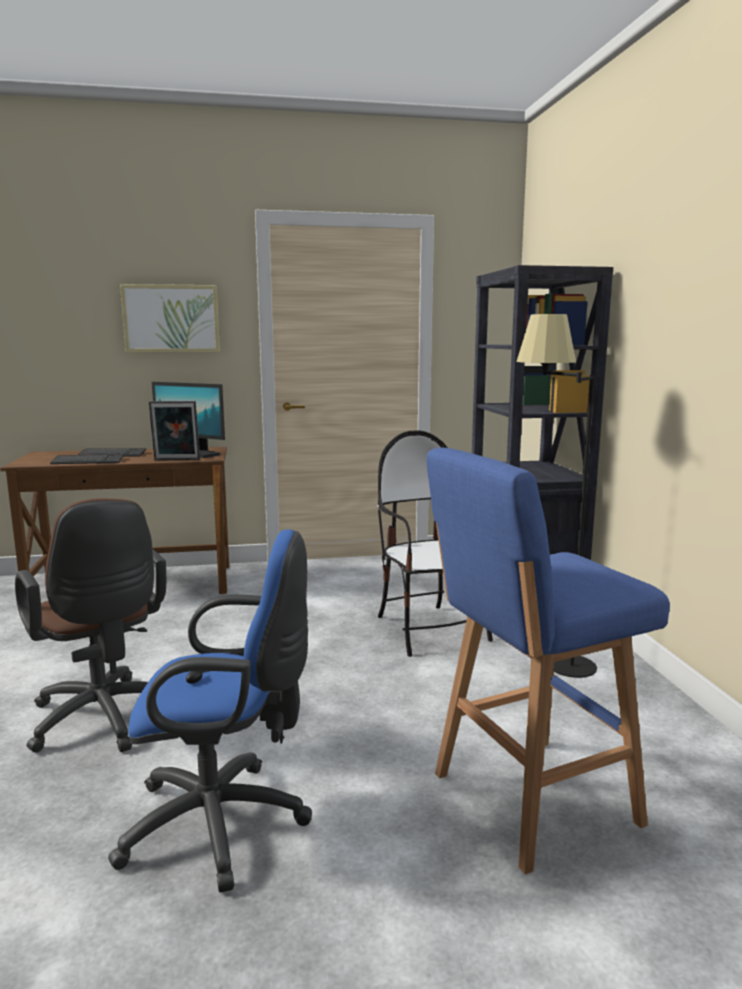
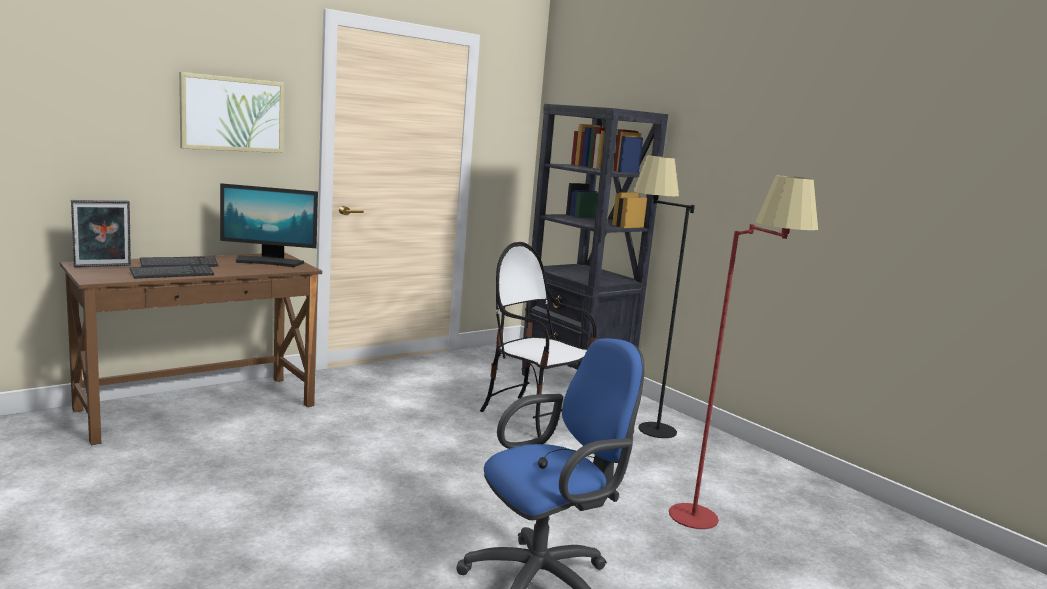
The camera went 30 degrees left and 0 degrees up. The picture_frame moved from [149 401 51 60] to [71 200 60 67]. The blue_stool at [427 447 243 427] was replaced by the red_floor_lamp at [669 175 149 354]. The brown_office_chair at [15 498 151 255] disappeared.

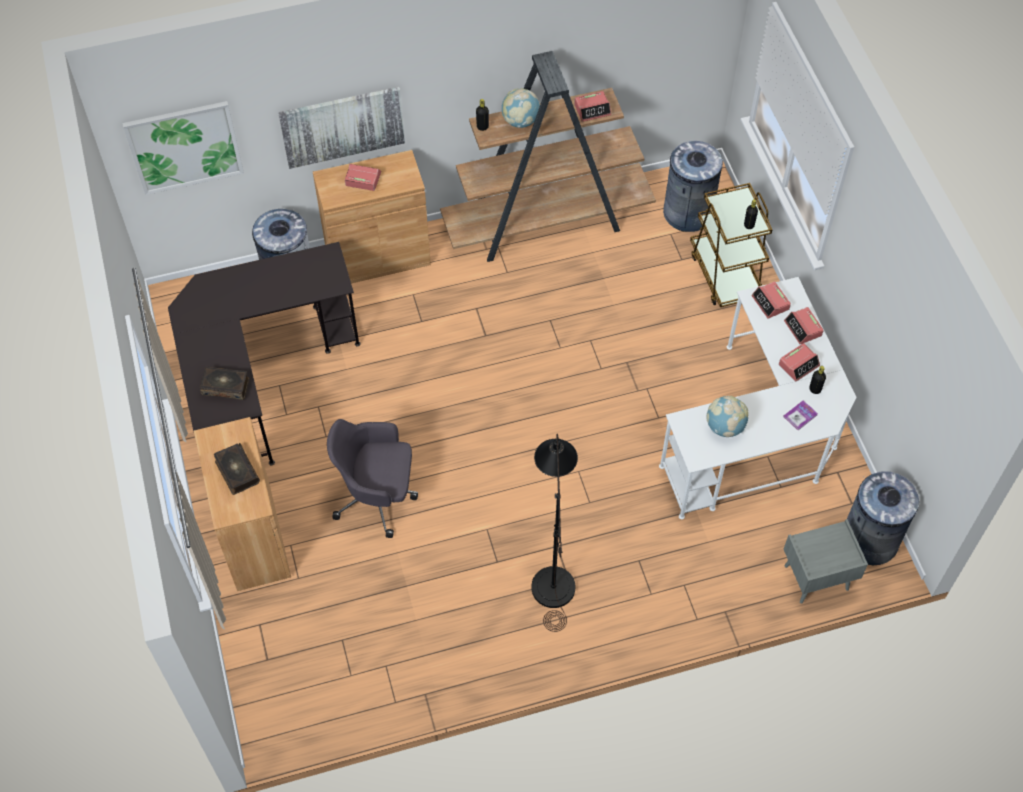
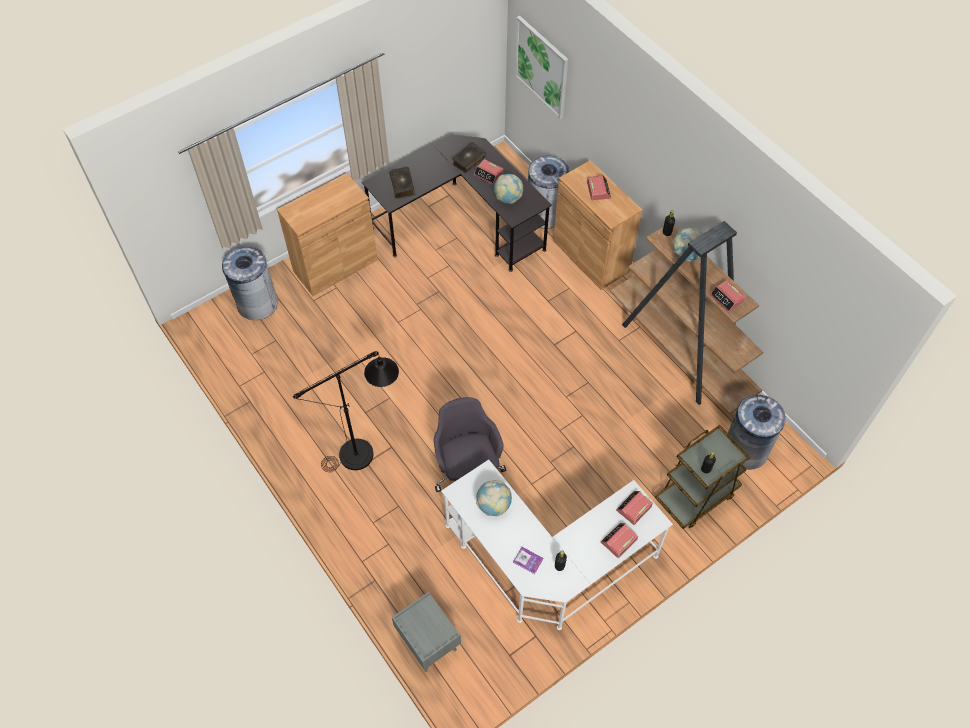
The camera went 70 degrees right and 0 degrees up. The picture at [278 87 127 82] disappeared. The alarm_clock moved from [779 343 41 38] to [474 159 29 26]. The grey_office_chair moved from [327 419 91 119] to [434 397 72 95]. The book moved from [214 443 46 52] to [452 142 35 31]. The grey_trash_can moved from [847 471 72 94] to [222 246 56 74]. The globe at [494 174 29 30] appeared.

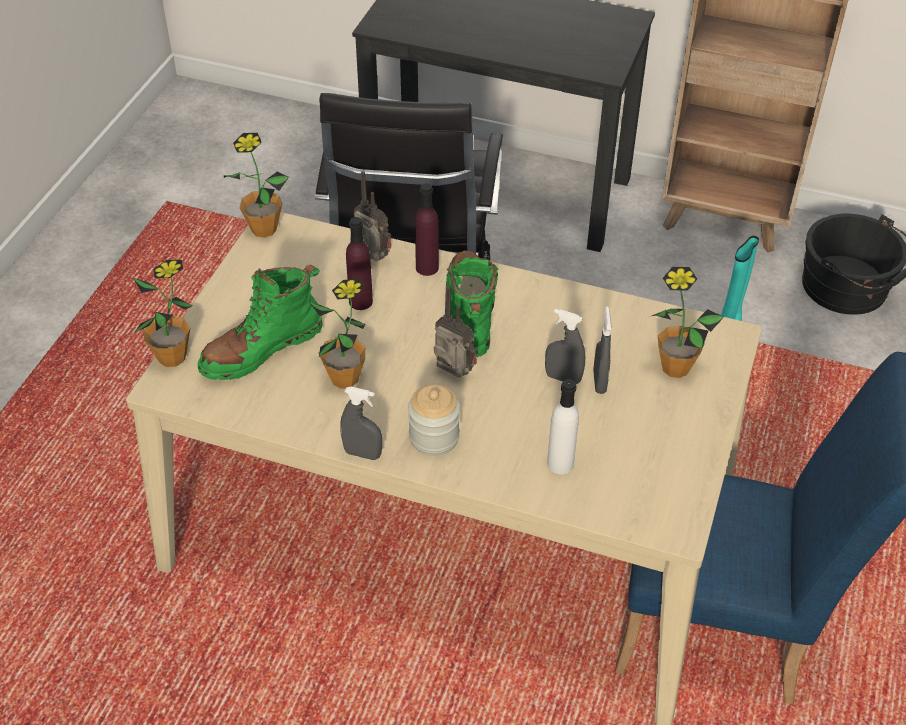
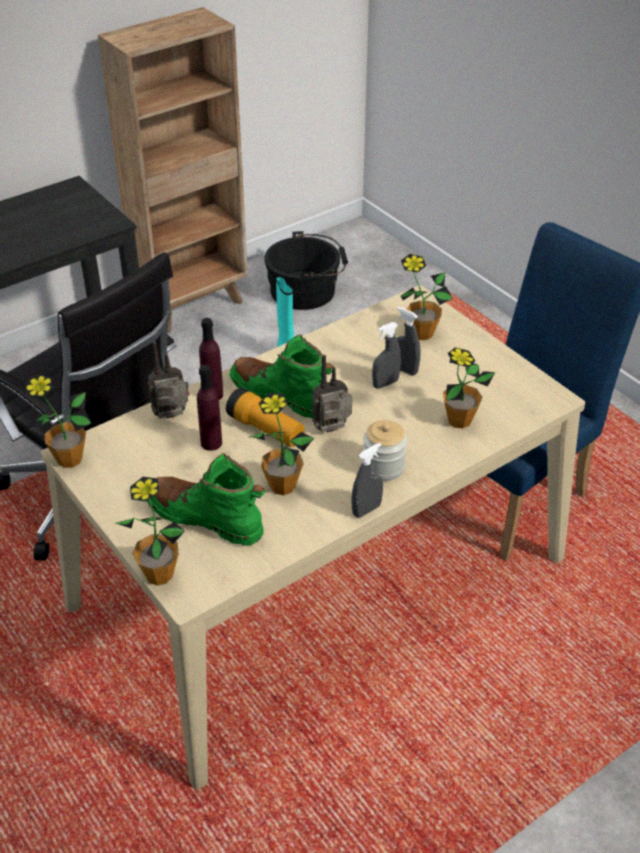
The camera went 55 degrees left and 5 degrees down. The green_boot at [198 265 125 115] turned 120 degrees clockwise. The white_bottle at [547 379 32 95] was replaced by the potted_plant at [443 347 52 81]. The flashlight at [226 388 78 59] appeared.

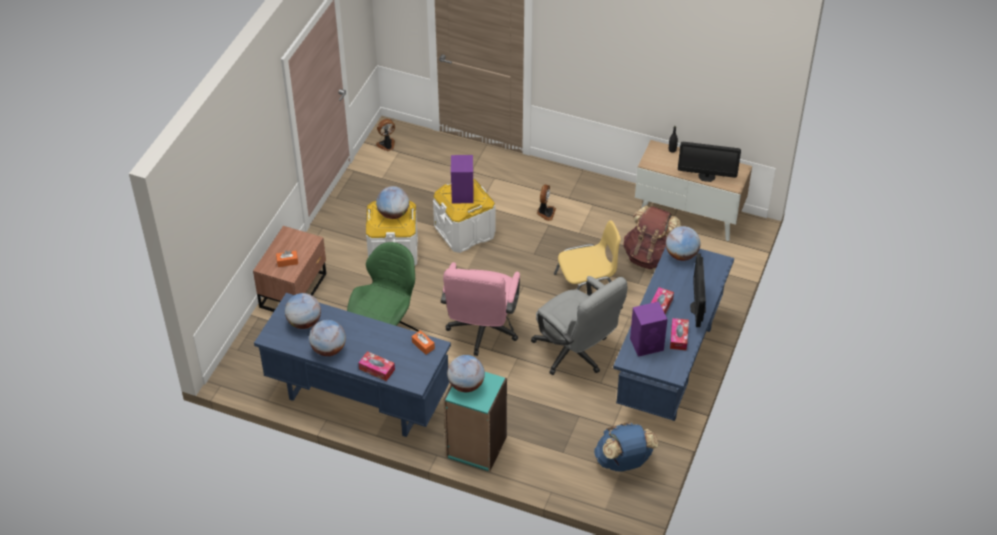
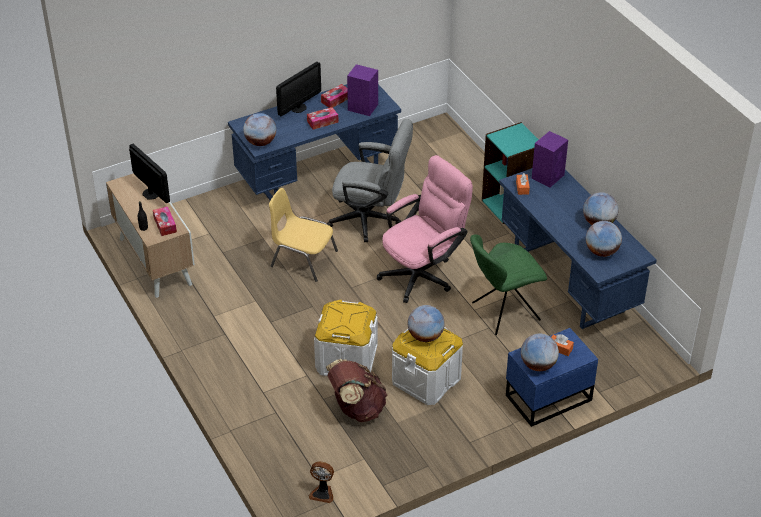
The camera went 140 degrees left and 5 degrees down. The purple_speaker moved from [451 155 22 48] to [532 131 36 56]. The fan at [537 185 19 36] disappeared. The brown_backpack moved from [623 206 58 63] to [326 359 62 63]. The brown_nightstand at [253 226 73 86] became the blue_nightstand at [506 328 92 99]. The grey_office_chair at [531 276 97 99] turned 105 degrees clockwise. The tissue_box moved from [359 351 36 30] to [153 206 24 30]. The globe moved from [447 355 38 37] to [521 333 38 38]. The blue_backpack at [594 422 65 50] disappeared.

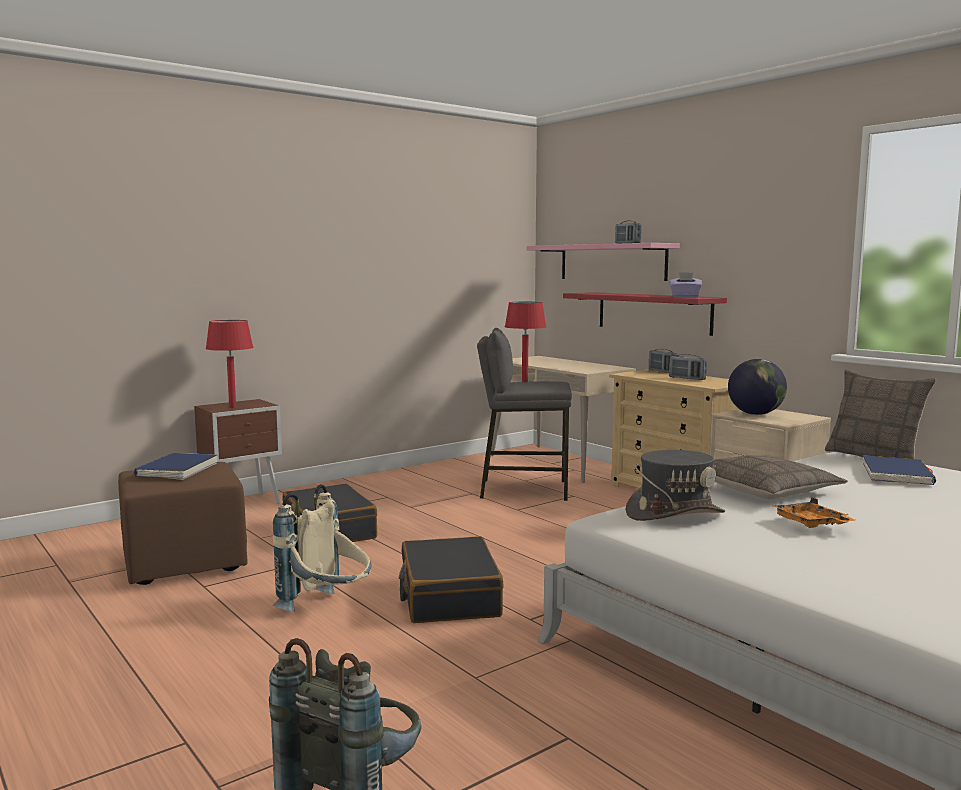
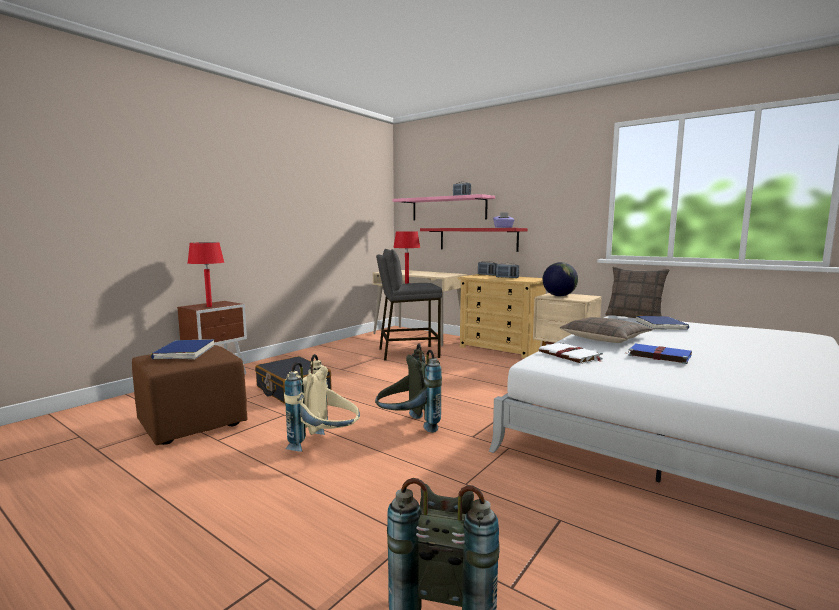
The camera went 15 degrees left and 0 degrees up. The grey_hat at [626 450 99 71] was replaced by the white_book at [539 342 64 22]. The orange_tray at [773 498 82 30] was replaced by the blue_book at [625 344 67 20]. The black_suitcase at [399 536 105 87] was replaced by the grey_backpack at [375 344 67 89].

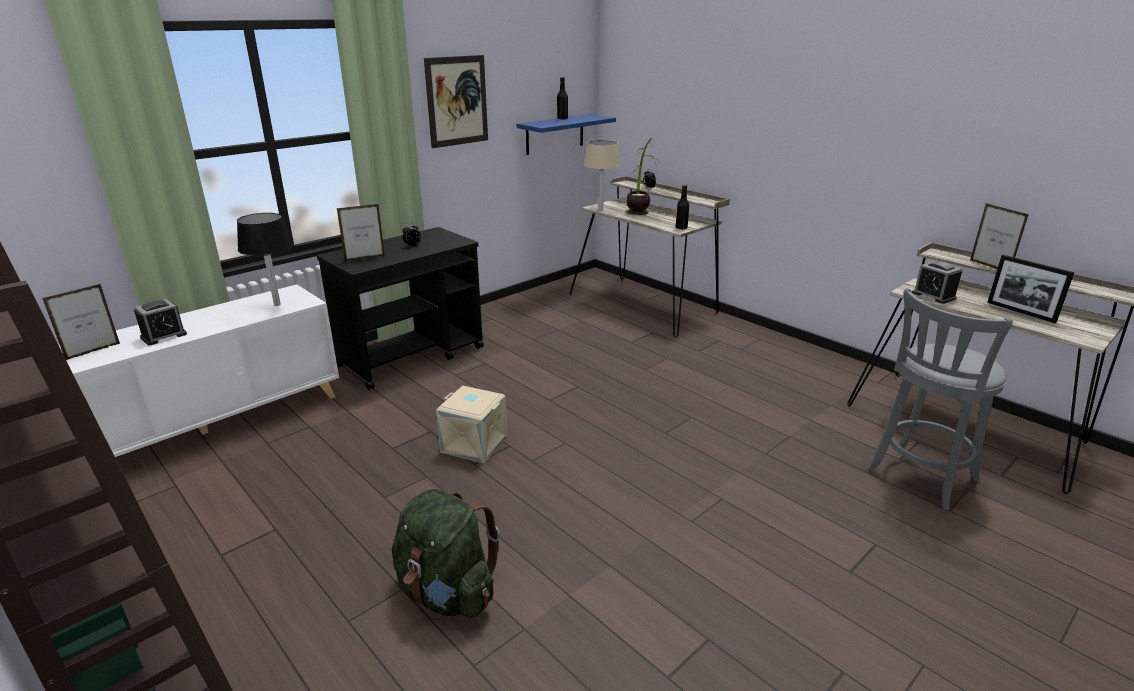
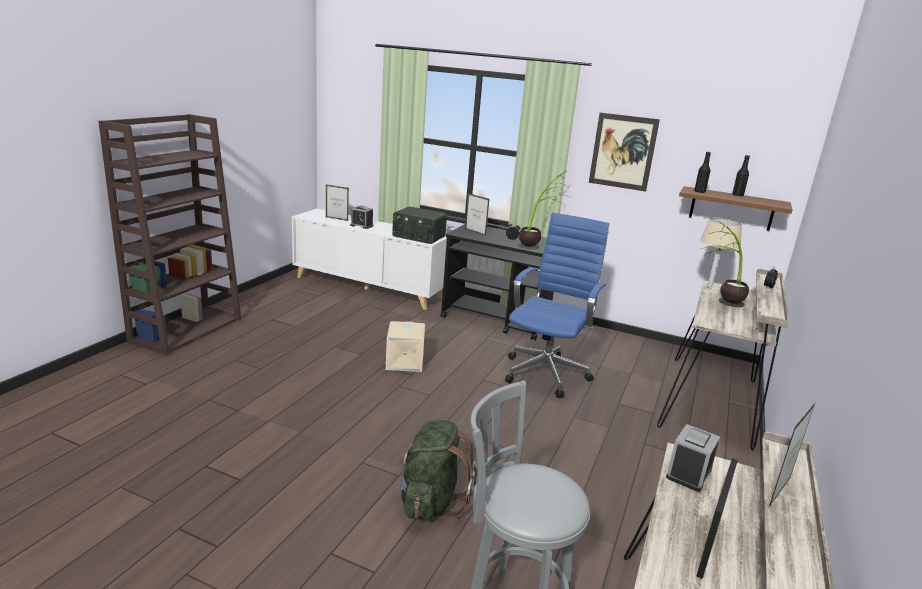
The camera went 65 degrees right and 5 degrees down. The blue_shelf at [517 114 99 41] became the brown_shelf at [679 186 114 45]. The black_bottle moved from [676 185 13 45] to [694 152 17 41]. The black_table_lamp at [237 213 55 93] was replaced by the radio at [392 206 55 38]. The green_backpack moved from [392 489 108 129] to [397 420 80 101]. The potted_plant at [518 171 53 78] appeared. The blue_office_chair at [505 212 104 186] appeared.

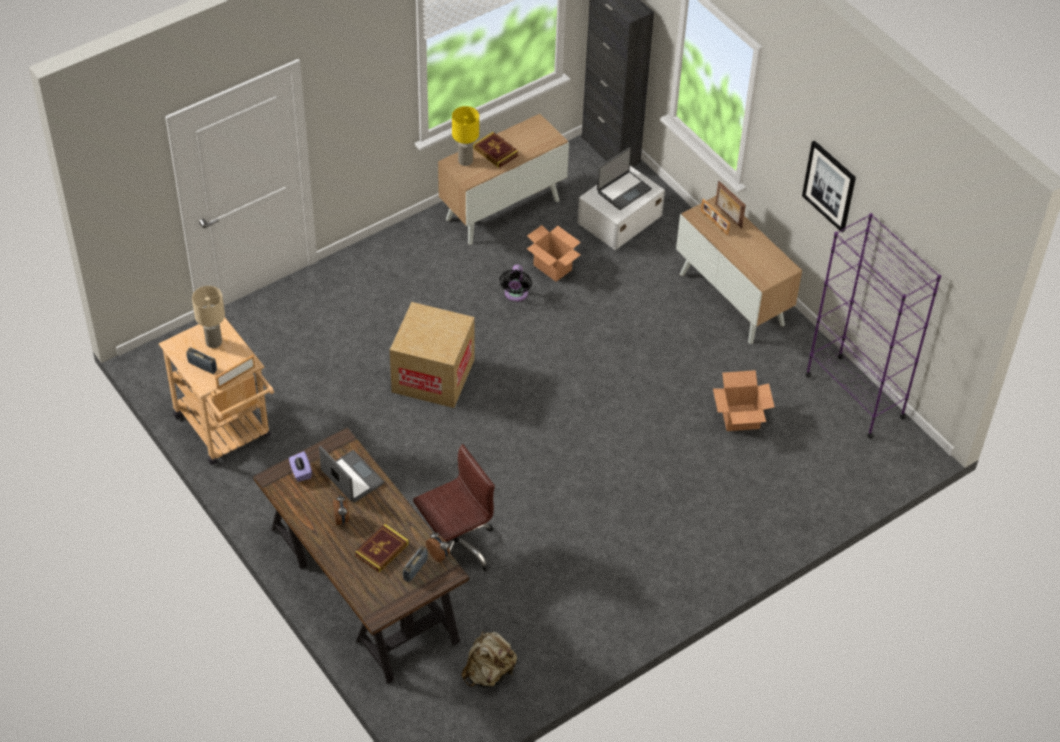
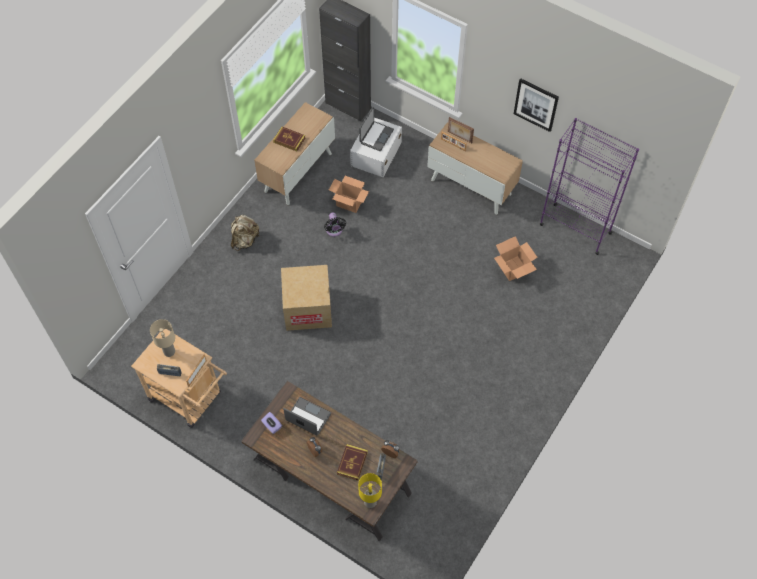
The camera went 20 degrees left and 10 degrees up. The yellow_table_lamp moved from [452 106 27 60] to [358 473 24 35]. The brown_office_chair at [413 444 82 127] disappeared. The beige_backpack moved from [461 631 56 56] to [231 215 29 36].

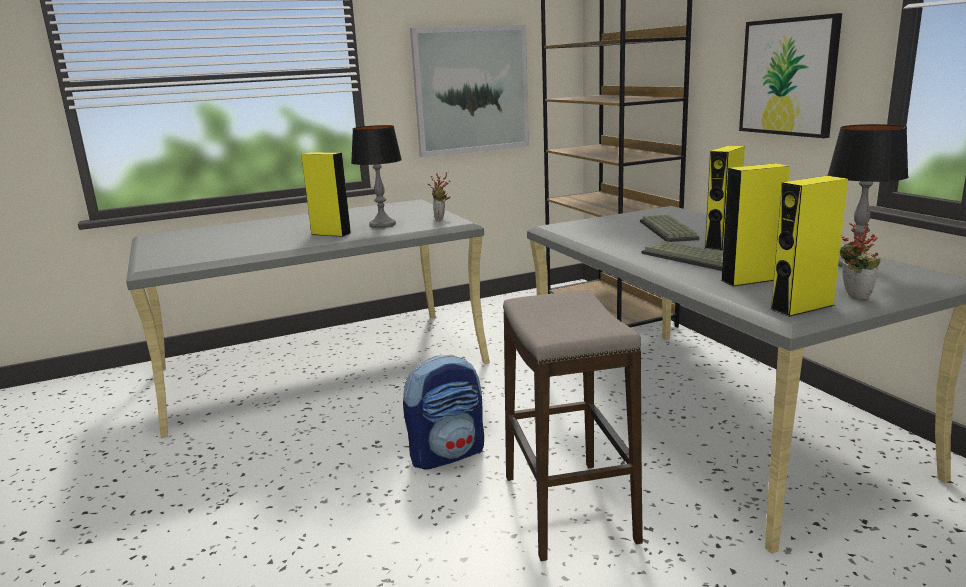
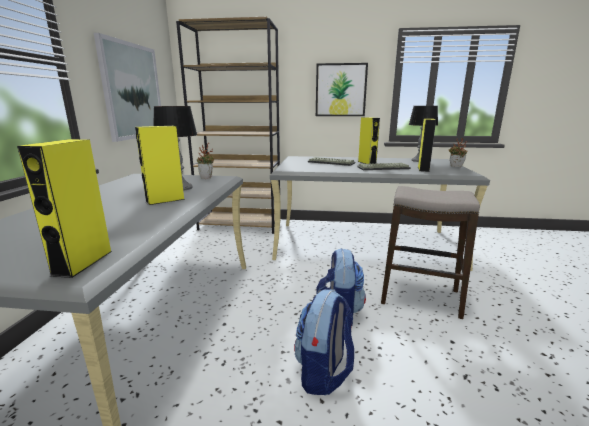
The camera went 60 degrees left and 0 degrees up. The yellow_speaker moved from [770 176 78 141] to [17 139 95 139]. The backpack at [294 289 60 106] appeared.

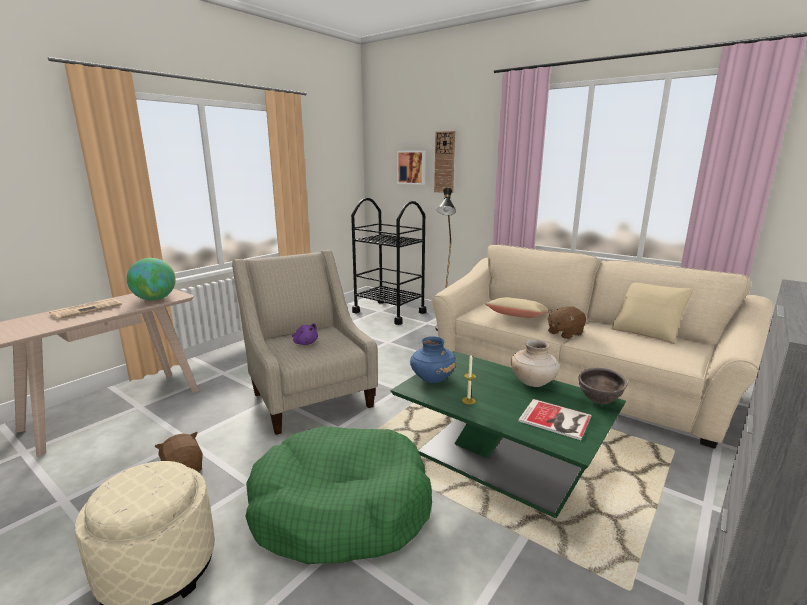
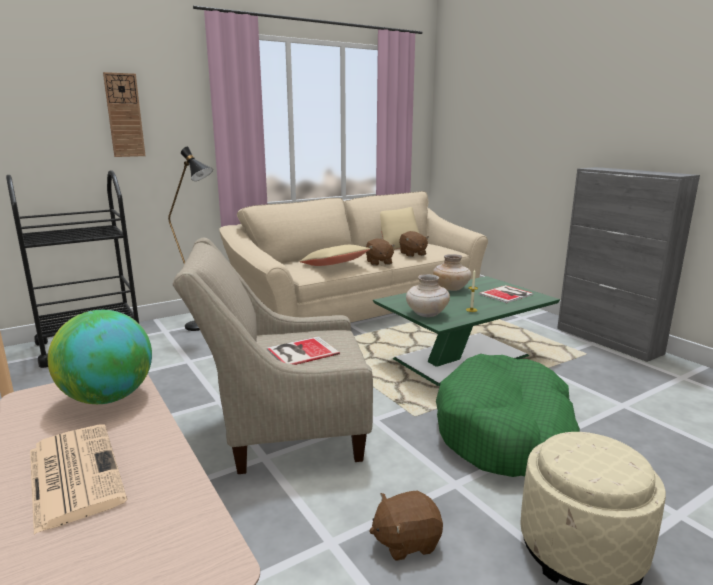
The camera went 70 degrees left and 0 degrees up. The picture at [397 151 29 34] disappeared. The purple_plush_toy at [292 323 26 22] was replaced by the book at [267 336 73 29]. The blue_vase at [410 336 46 47] became the beige_vase at [406 274 44 43]. The brown_bowl at [578 368 50 36] disappeared. The brown_plush_toy at [399 231 30 26] appeared.

